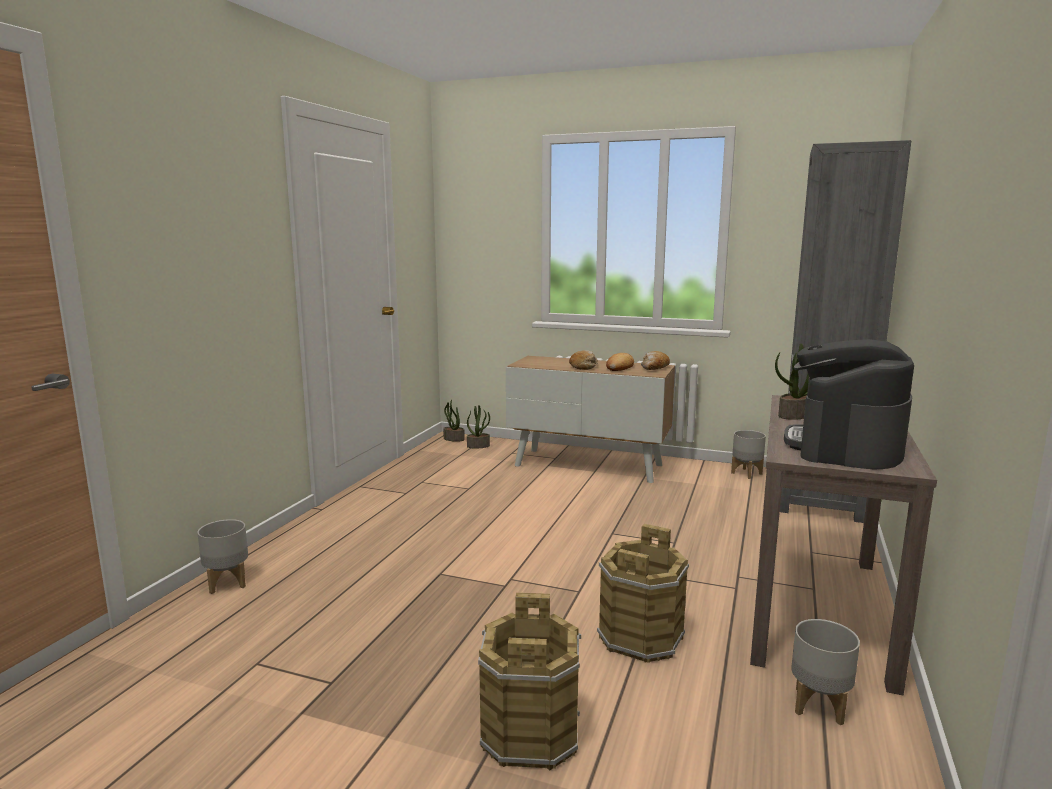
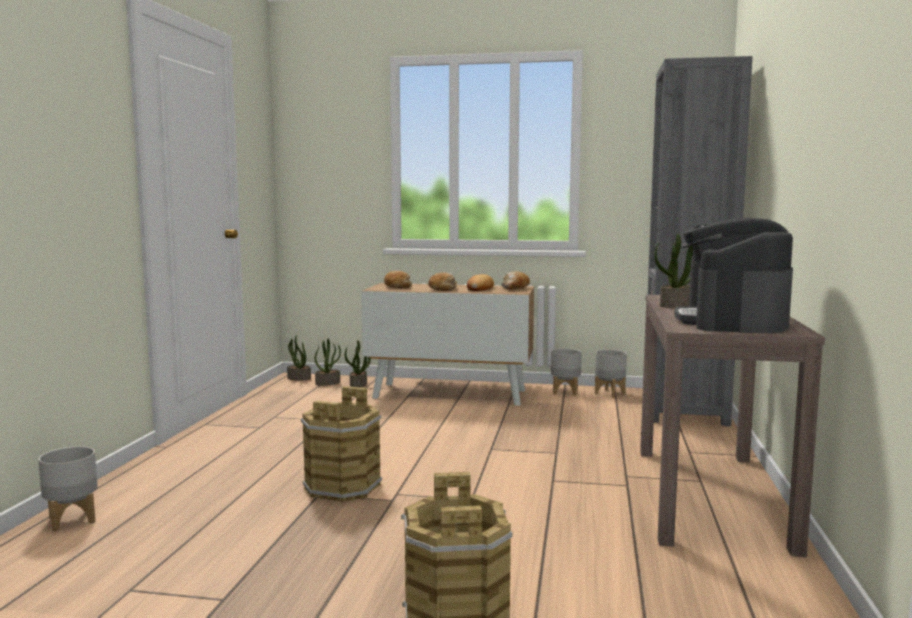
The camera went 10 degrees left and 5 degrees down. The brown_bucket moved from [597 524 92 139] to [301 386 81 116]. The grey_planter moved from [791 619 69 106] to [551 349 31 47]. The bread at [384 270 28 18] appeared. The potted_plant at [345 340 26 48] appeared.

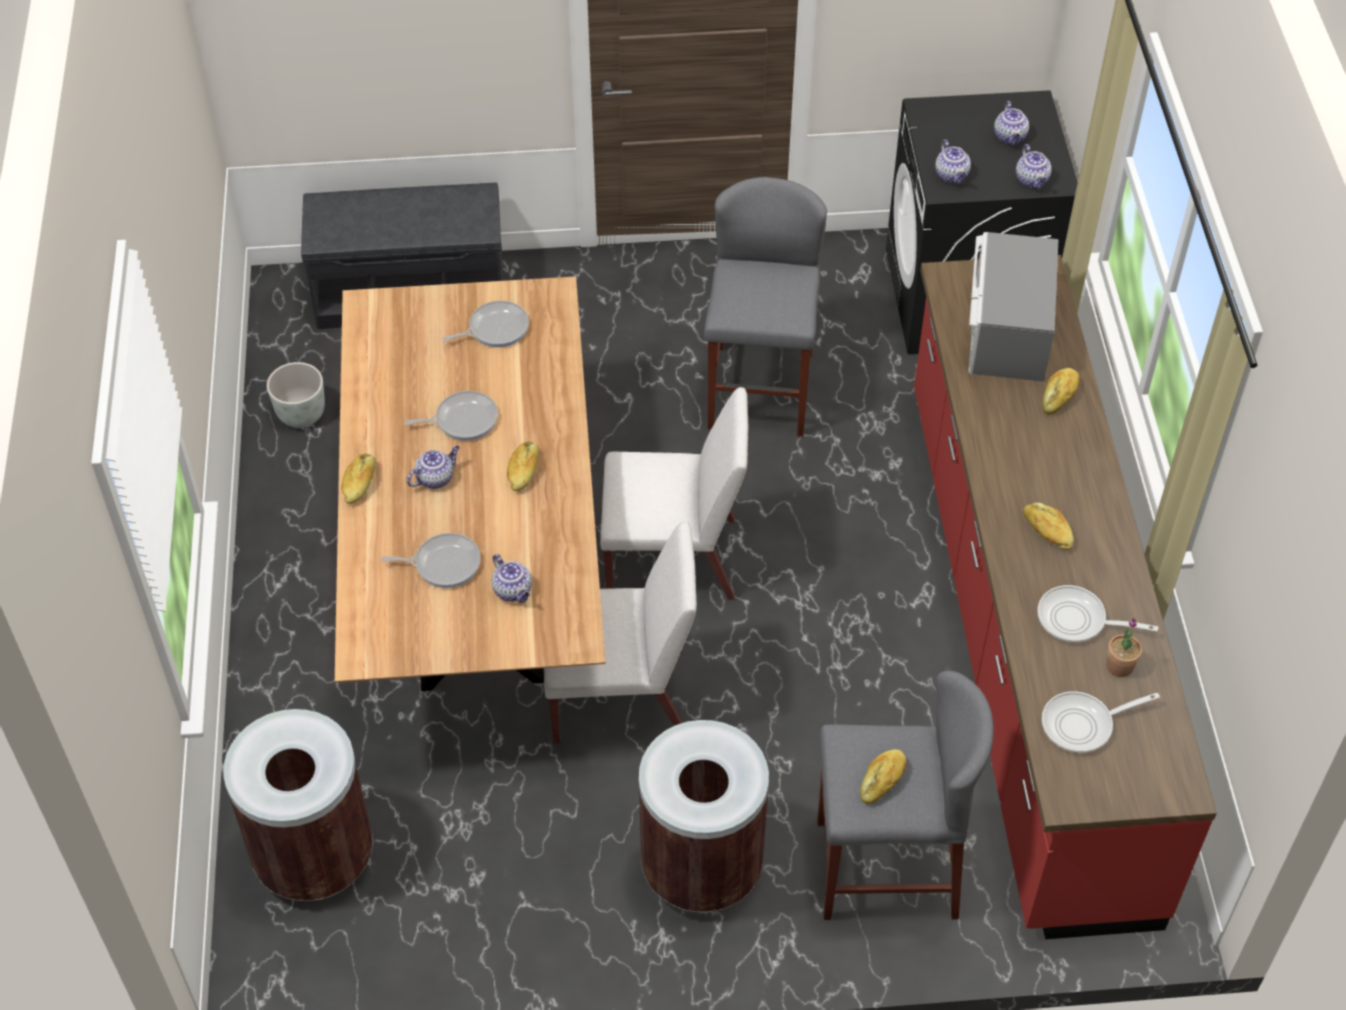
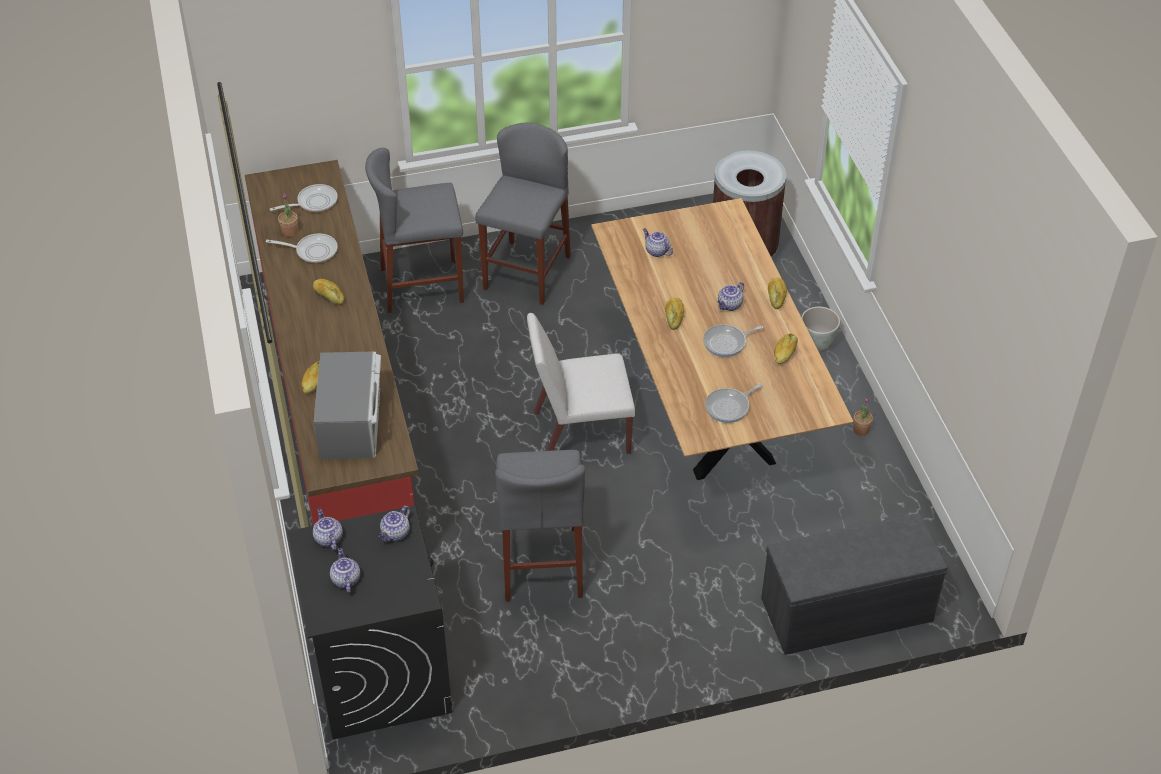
The camera went 170 degrees right and 5 degrees down. The teapot at [935 140 36 44] turned 120 degrees counterclockwise. The grey_planter moved from [267 362 58 66] to [801 307 39 45]. The white_chair at [544 521 153 223] disappeared. The frying_pan at [381 533 100 55] disappeared. The brown_trash_can at [639 720 130 192] was replaced by the grey_stool at [475 123 96 182]. The bread moved from [860 749 47 55] to [774 333 24 31]. The potted_plant at [853 397 20 39] appeared.

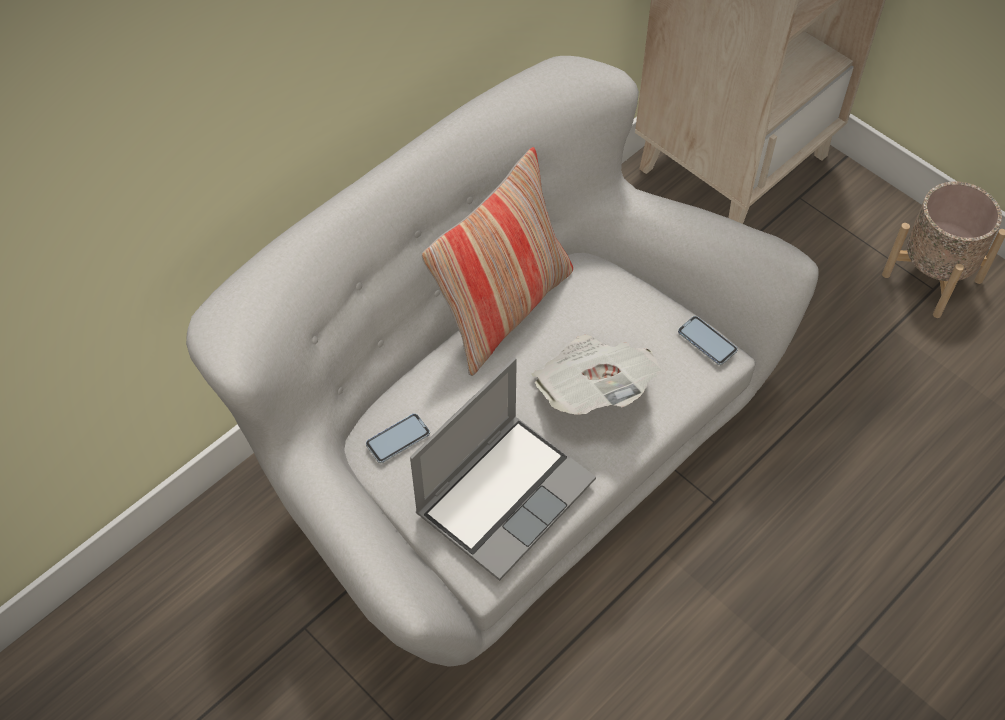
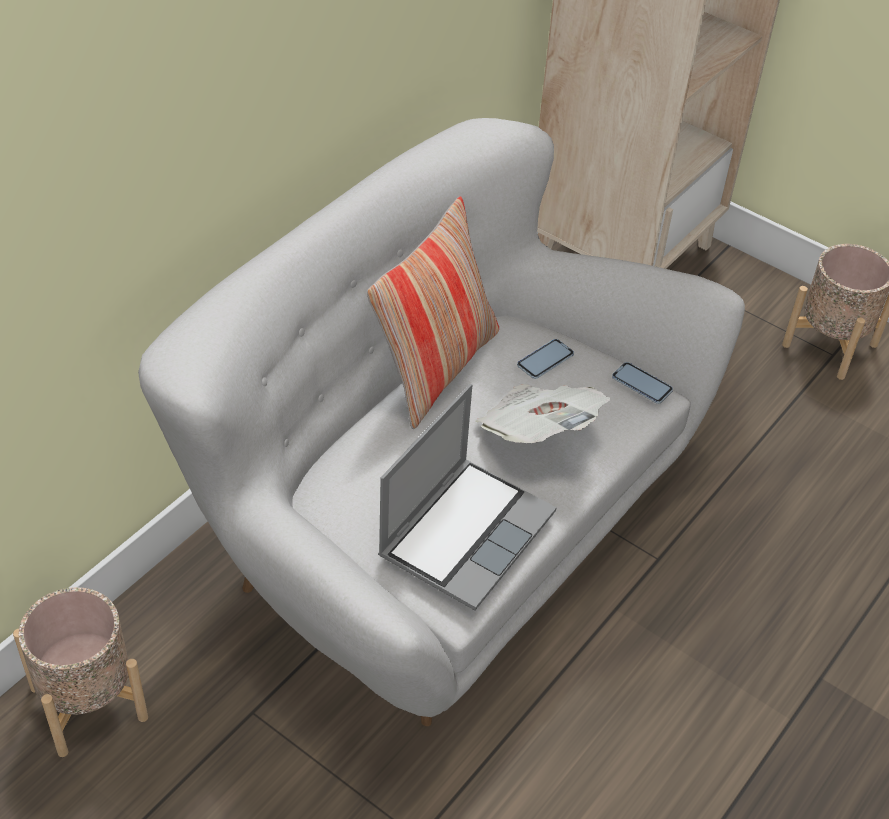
The camera went 10 degrees left and 10 degrees down. The phone moved from [366 413 64 50] to [517 339 57 40]. The beige_planter at [13 587 135 170] appeared.

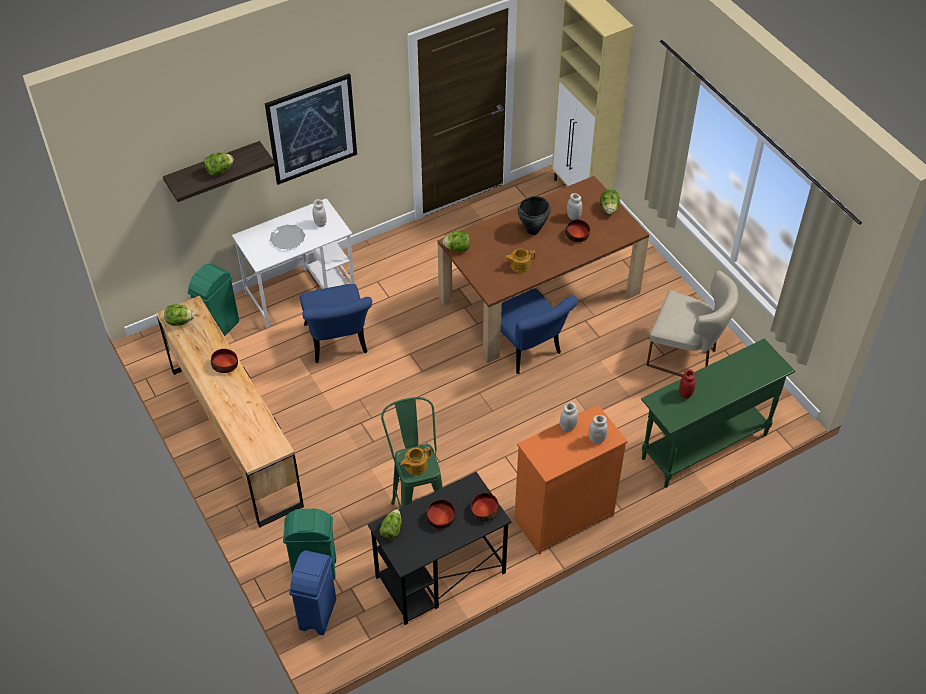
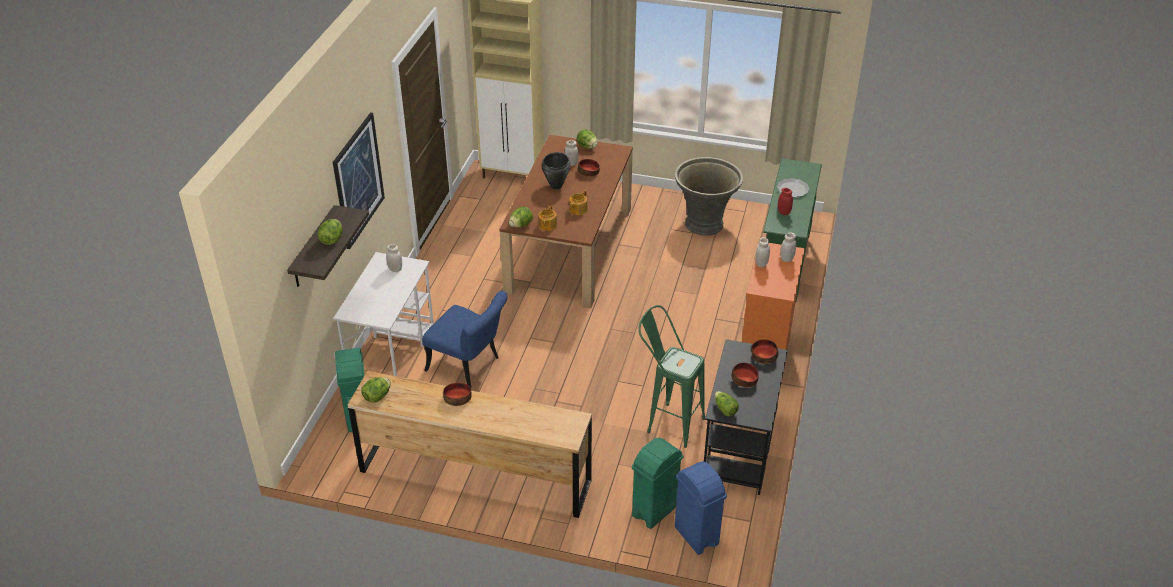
The camera went 45 degrees left and 10 degrees down. The plate moved from [270 224 35 26] to [777 178 33 19]. The beige_chair at [646 270 92 107] was replaced by the grey_planter at [675 157 68 79]. The blue_chair at [501 288 77 86] disappeared. The teapot moved from [400 447 31 28] to [538 205 19 26].

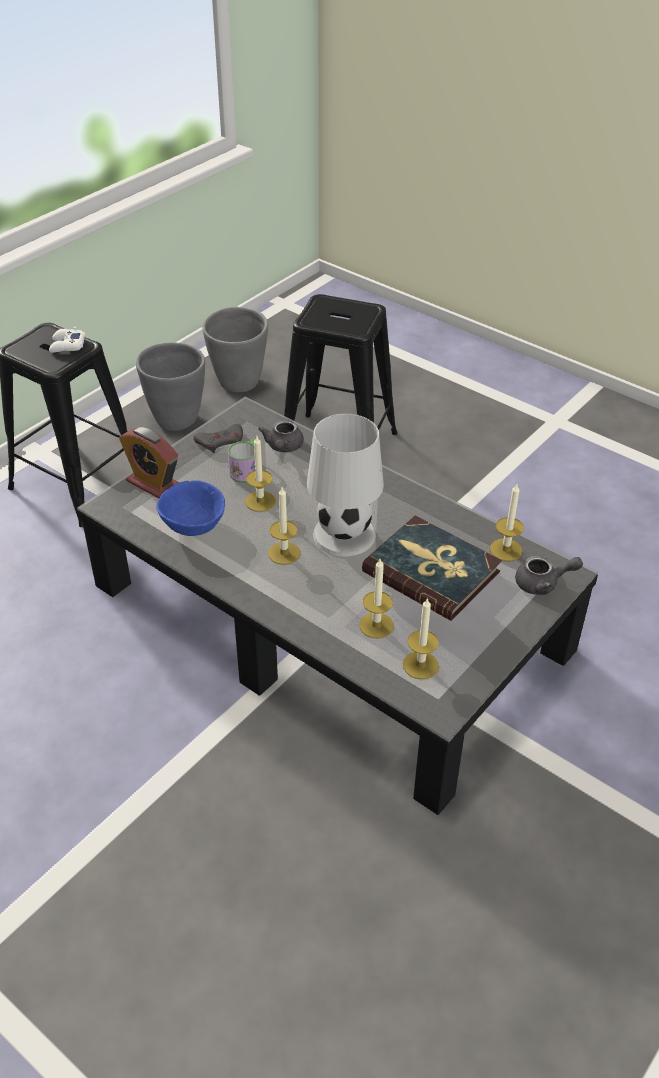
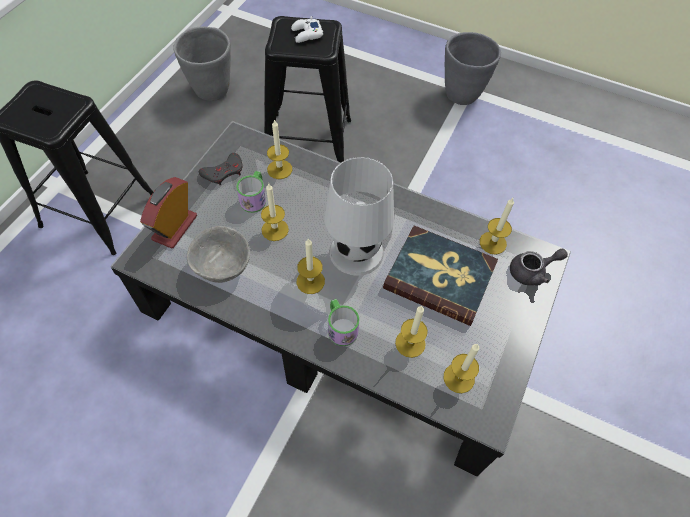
The camera went 15 degrees left and 15 degrees up. The white_game_controller moved from [49 327 36 26] to [291 16 32 27]. The grey_planter moved from [136 342 69 89] to [445 32 56 73]. The grey_teapot at [258 420 46 32] was replaced by the candle at [267 119 25 60]. The alarm_clock at [119 427 60 72] turned 90 degrees clockwise. The blue_bowl at [156 480 69 56] became the grey_bowl at [186 226 64 57]. The mug at [328 299 32 47] appeared.

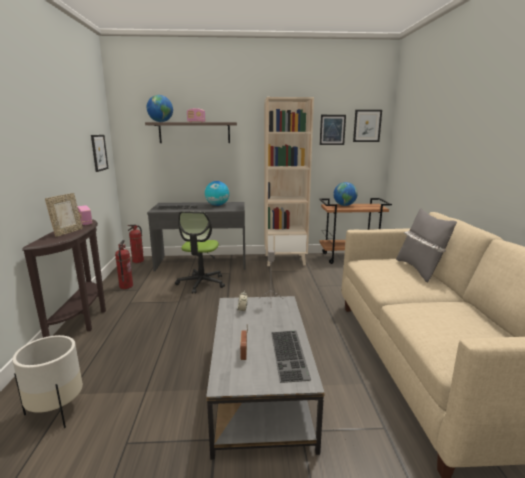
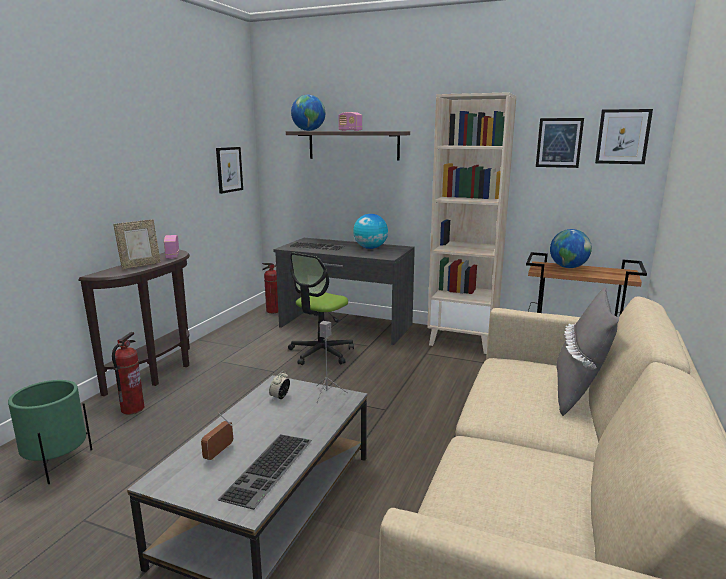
The camera went 25 degrees right and 0 degrees up. The fire_extinguisher moved from [115 240 18 49] to [112 332 32 83]. The white_planter at [12 335 71 93] became the green_planter at [8 380 84 104].

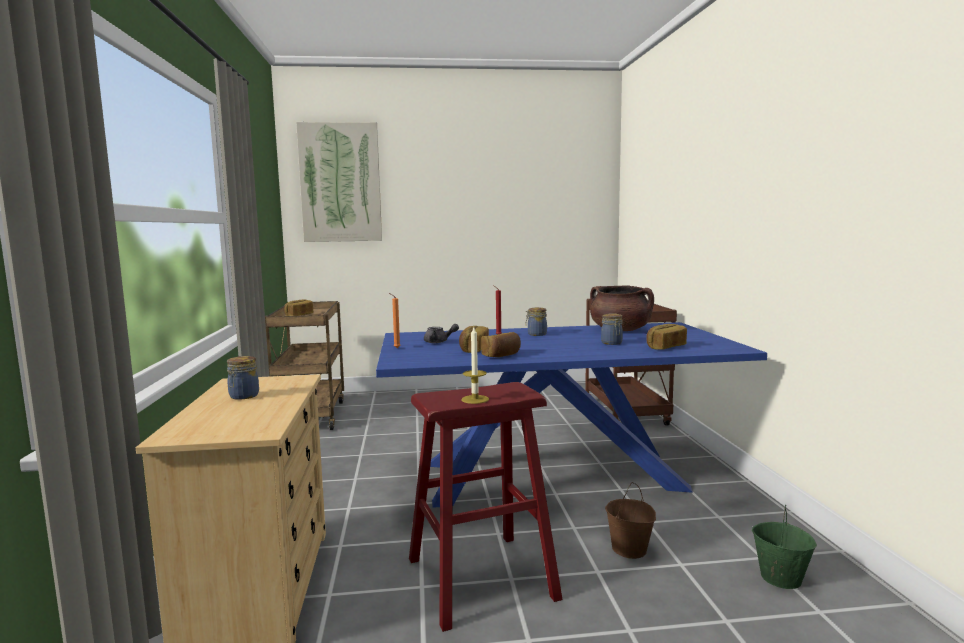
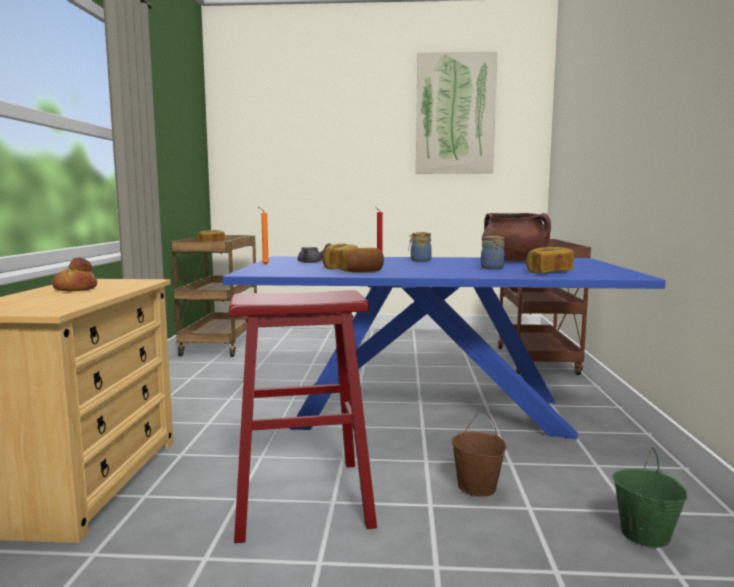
The camera went 10 degrees right and 0 degrees up. The picture moved from [296 122 86 120] to [416 51 81 122]. The candle at [461 327 28 77] disappeared. The jar at [227 356 32 44] was replaced by the bread at [52 257 45 34].

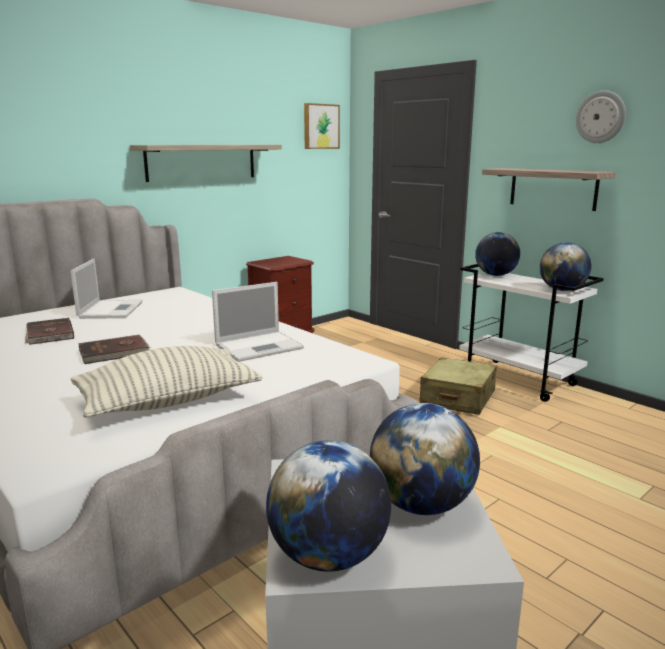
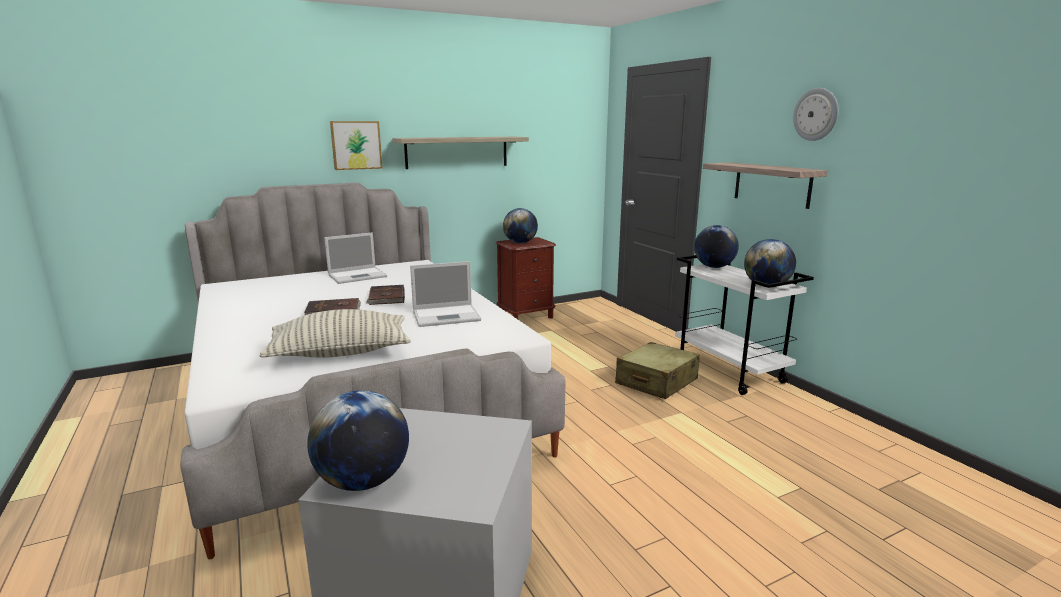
The camera went 15 degrees right and 0 degrees up. The picture moved from [304 103 36 46] to [330 121 53 49]. The laptop at [70 258 73 61] turned 45 degrees clockwise. The brown_book moved from [25 318 49 27] to [366 285 39 20]. The globe moved from [370 403 110 112] to [503 208 35 35].

